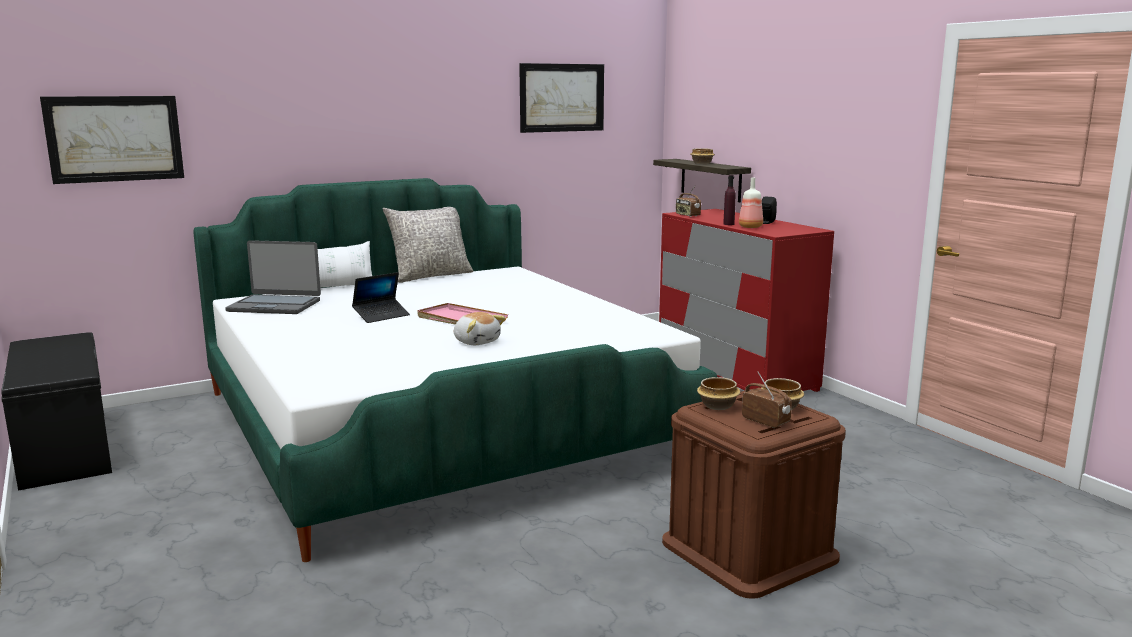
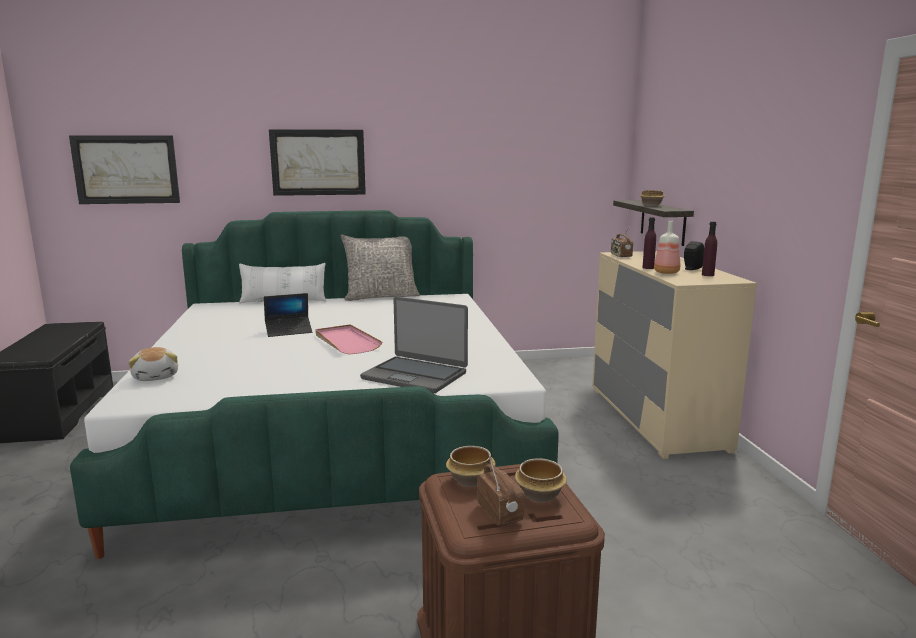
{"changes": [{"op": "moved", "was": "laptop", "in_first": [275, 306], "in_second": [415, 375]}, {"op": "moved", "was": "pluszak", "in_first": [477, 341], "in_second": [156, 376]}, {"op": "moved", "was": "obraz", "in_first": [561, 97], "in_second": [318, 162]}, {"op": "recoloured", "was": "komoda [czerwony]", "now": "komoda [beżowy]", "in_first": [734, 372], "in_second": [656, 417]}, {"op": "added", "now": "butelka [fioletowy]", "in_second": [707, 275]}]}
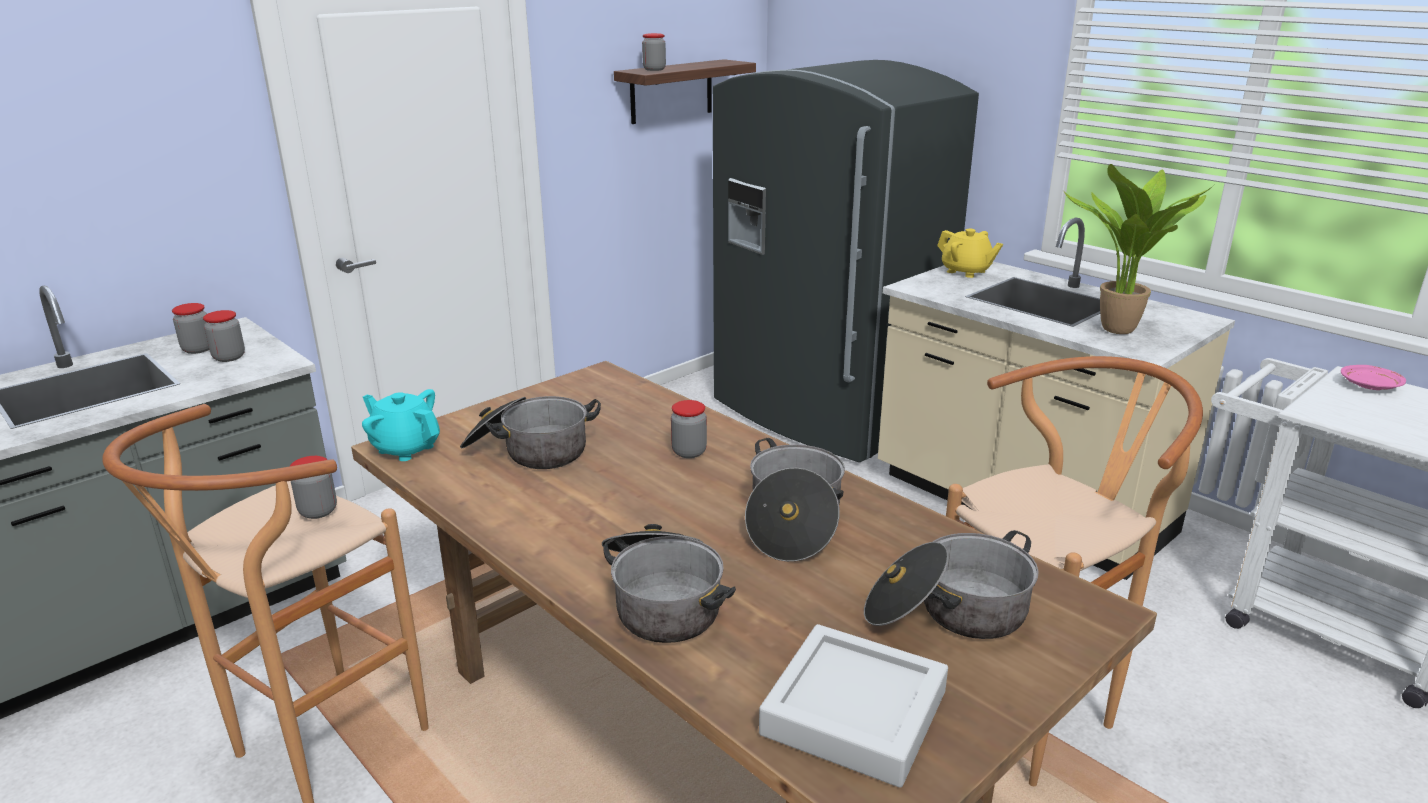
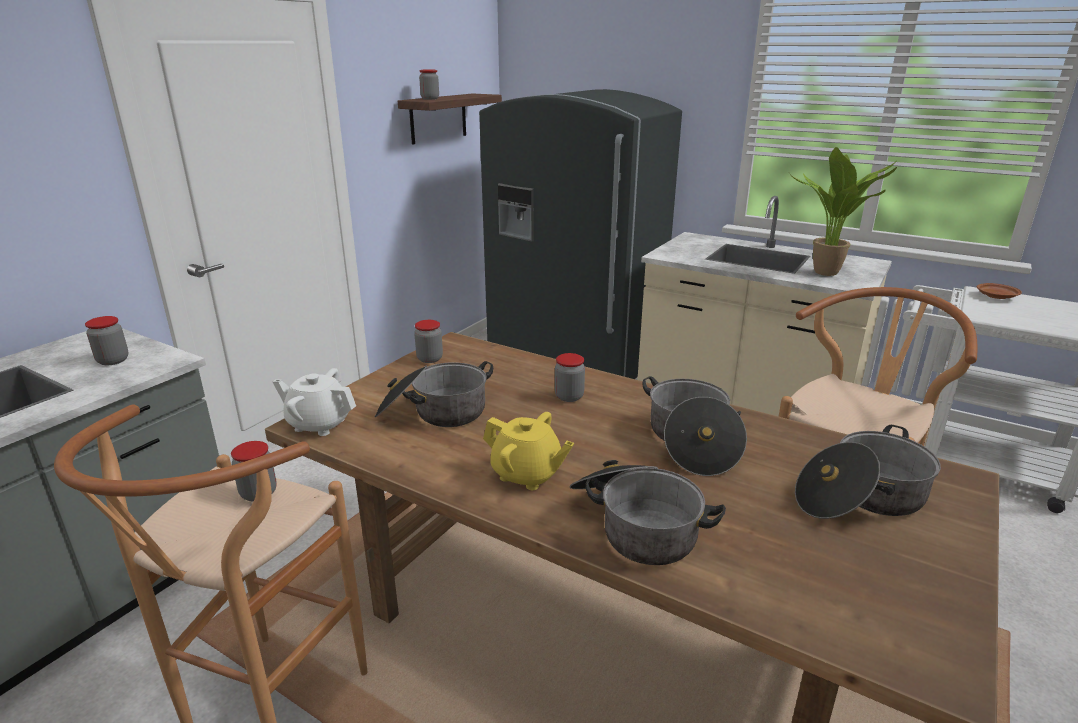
{"changes": [{"op": "moved", "was": "słoik", "in_first": [198, 349], "in_second": [429, 359]}, {"op": "recoloured", "was": "imbryk [turkusowy]", "now": "imbryk [biały]", "in_first": [406, 448], "in_second": [319, 424]}, {"op": "removed", "was": "taca [szary]", "in_first": [854, 713]}, {"op": "moved", "was": "imbryk [żółty]", "in_first": [966, 271], "in_second": [527, 474]}, {"op": "recoloured", "was": "talerz [różowy]", "now": "talerz [brązowy]", "in_first": [1370, 386], "in_second": [996, 296]}]}
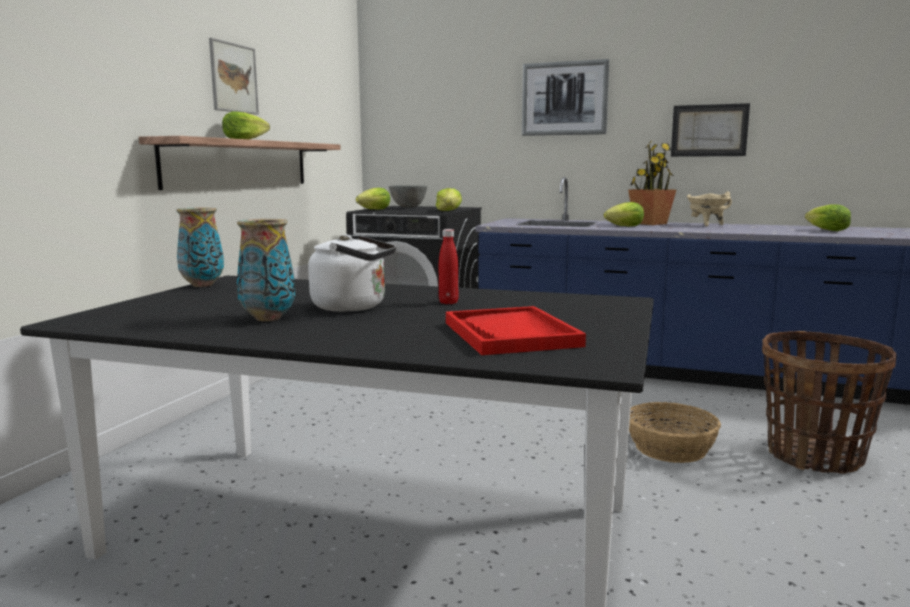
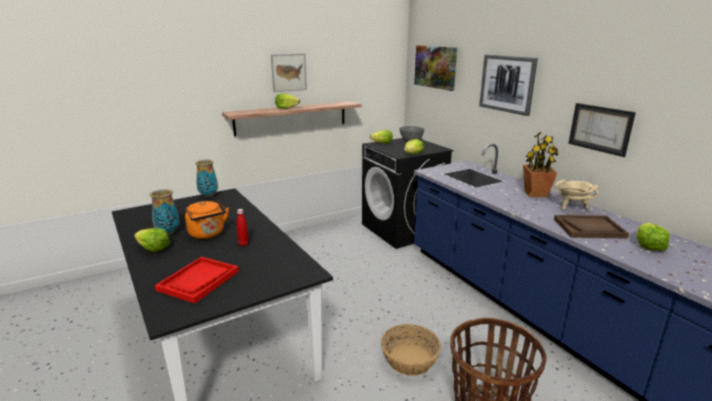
{"changes": [{"op": "recoloured", "was": "czajnik [biały]", "now": "czajnik [pomarańczowy]", "in_first": [354, 307], "in_second": [208, 234]}, {"op": "moved", "was": "sałata", "in_first": [625, 226], "in_second": [153, 249]}, {"op": "added", "now": "obraz", "in_second": [435, 67]}, {"op": "added", "now": "taca [brązowy]", "in_second": [589, 228]}]}
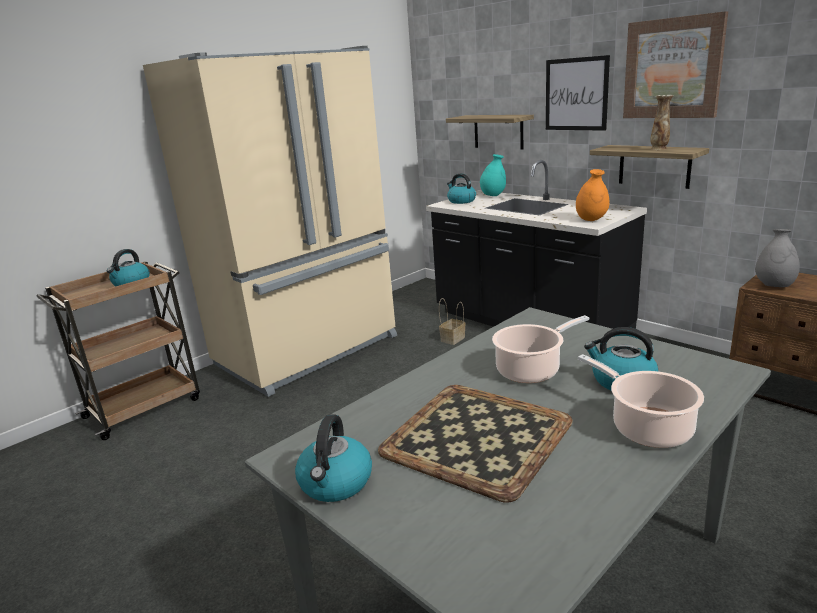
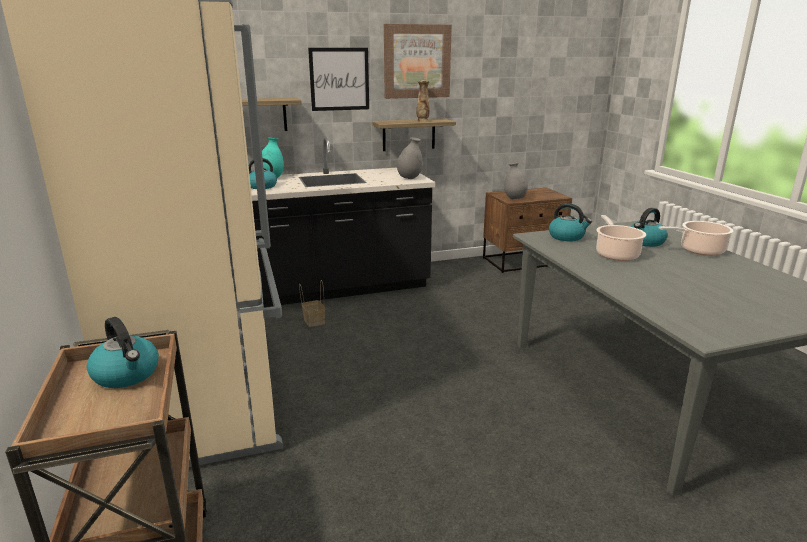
{"changes": [{"op": "moved", "was": "czajnik", "in_first": [336, 483], "in_second": [567, 237]}, {"op": "removed", "was": "taca", "in_first": [475, 438]}, {"op": "recoloured", "was": "wazon [pomarańczowy]", "now": "wazon [szary]", "in_first": [591, 219], "in_second": [409, 178]}]}
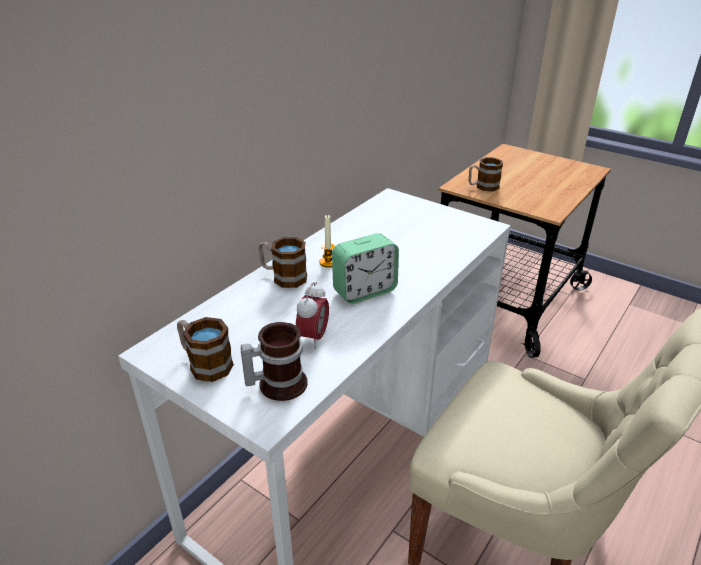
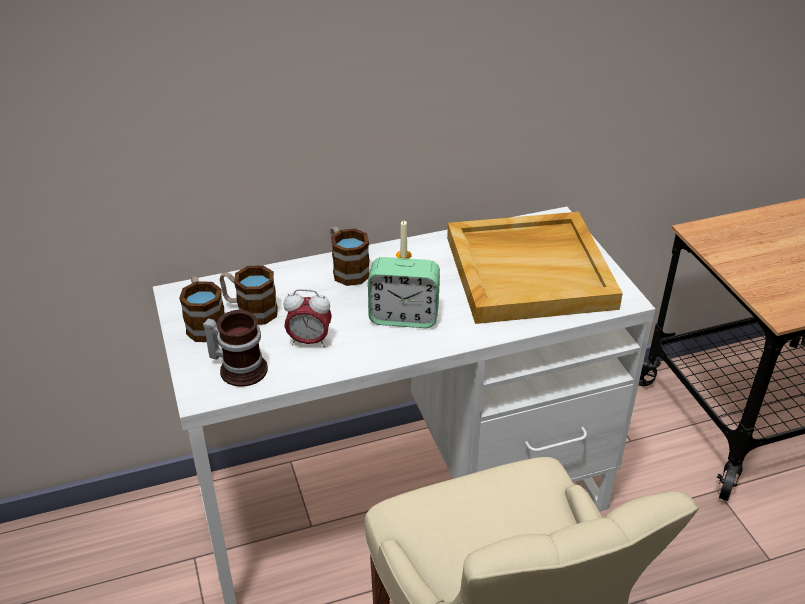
{"changes": [{"op": "turned", "was": "budzik", "in_first": [313, 337], "in_second": [309, 341], "clockwise": 45}, {"op": "moved", "was": "kubek", "in_first": [483, 187], "in_second": [250, 310]}, {"op": "added", "now": "taca [beżowy]", "in_second": [530, 271]}]}
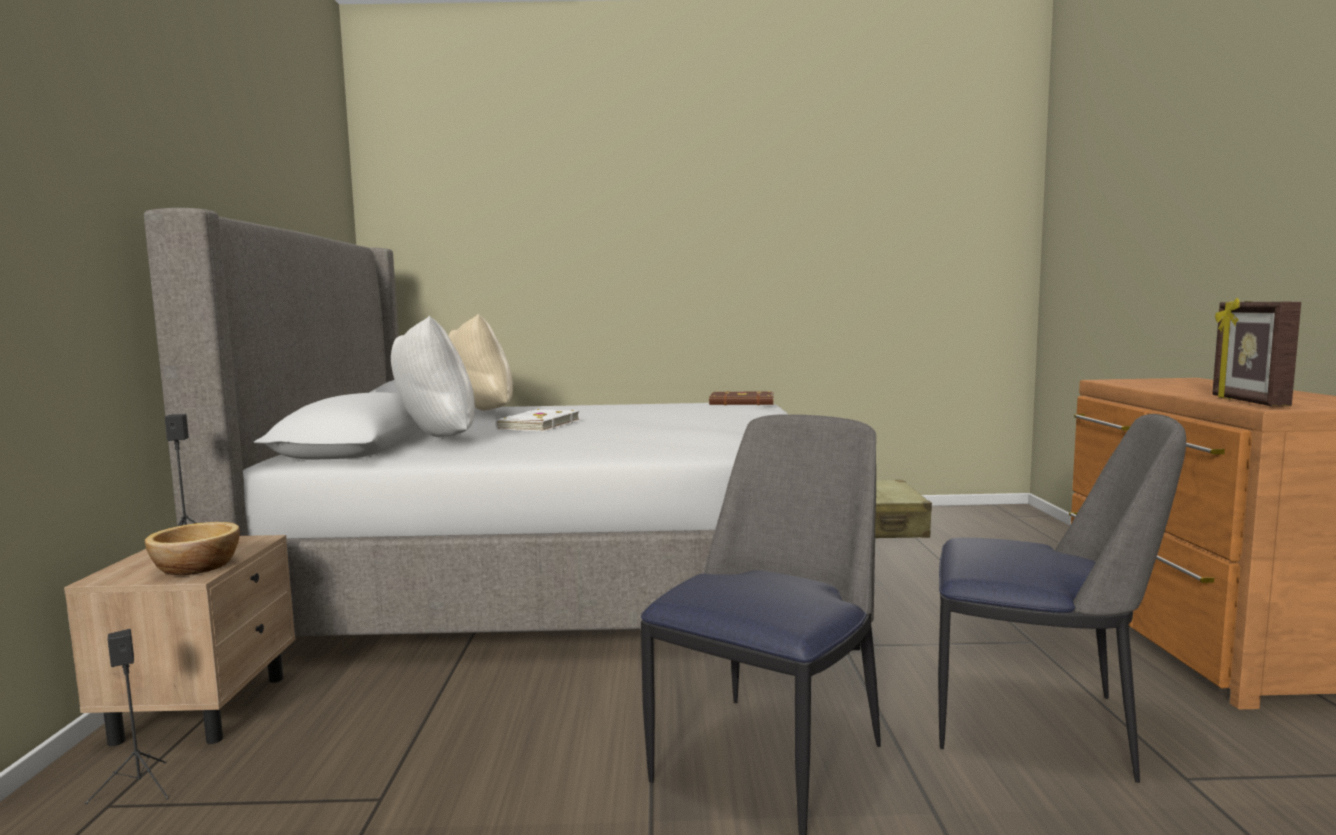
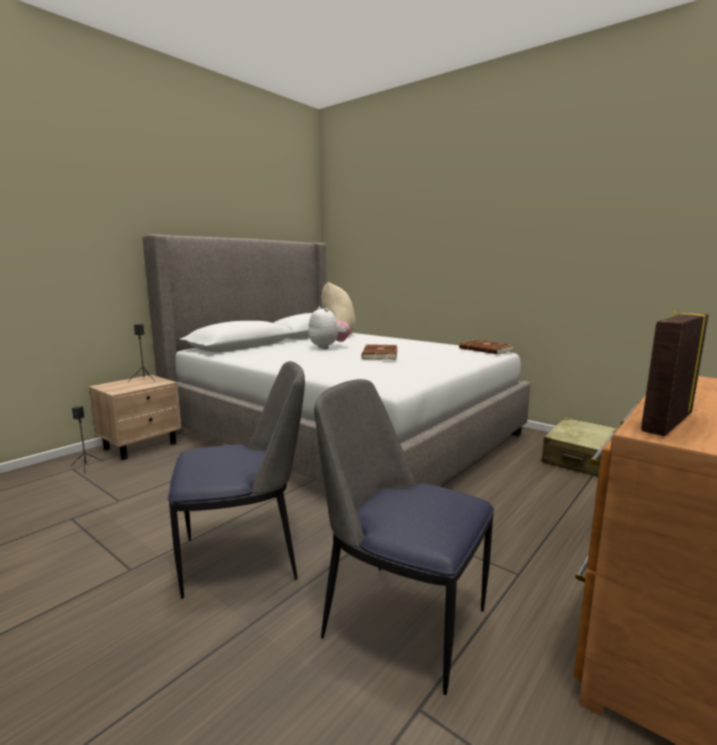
{"changes": [{"op": "removed", "was": "miska", "in_first": [198, 567]}, {"op": "removed", "was": "poduszka [biały]", "in_first": [433, 440]}, {"op": "replaced", "was": "książka [biały]", "now": "pluszak", "in_first": [537, 425], "in_second": [328, 347]}, {"op": "turned", "was": "krzesło", "in_first": [1037, 725], "in_second": [401, 620], "clockwise": 150}, {"op": "added", "now": "książka [brązowy]", "in_second": [379, 355]}]}
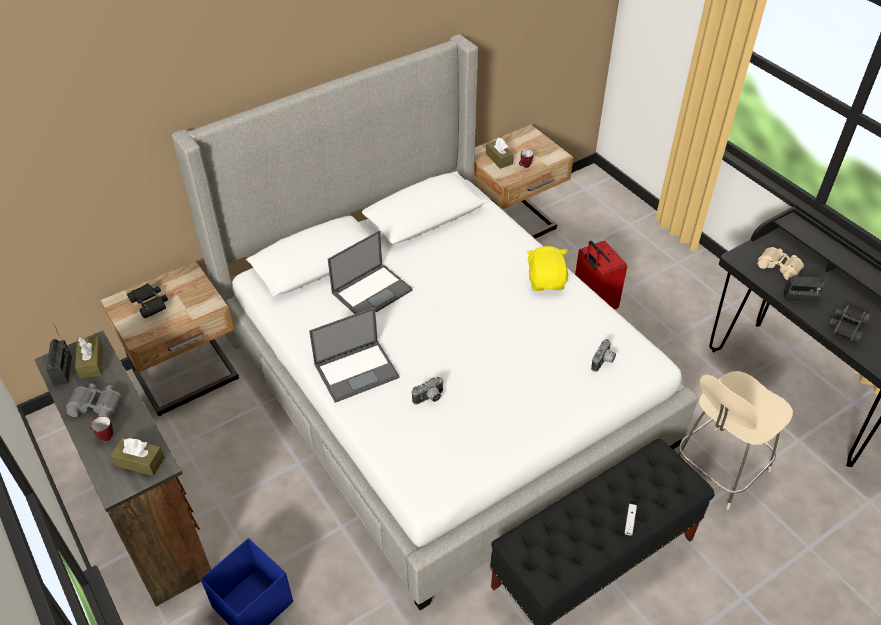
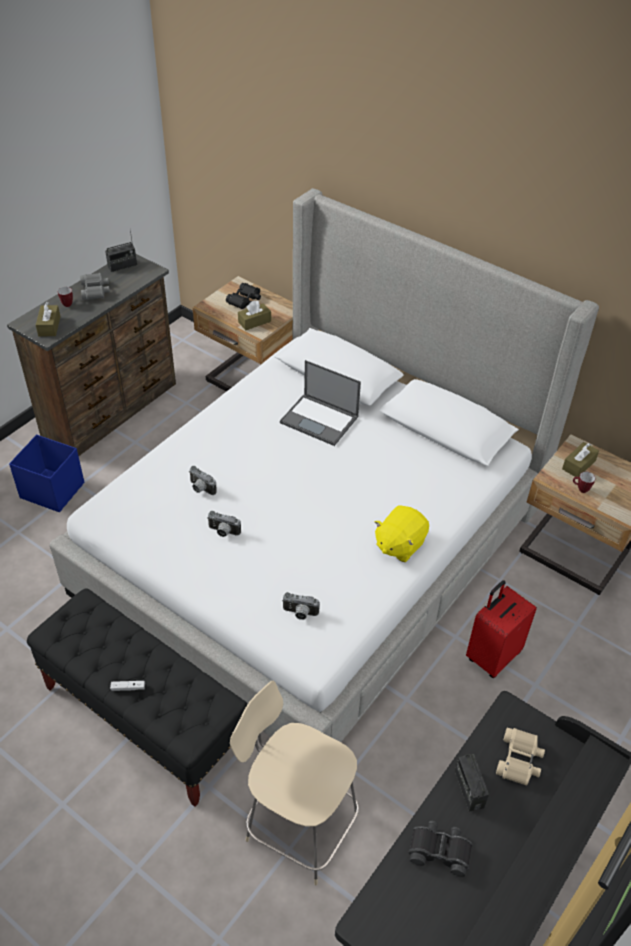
{"changes": [{"op": "moved", "was": "pudełko chusteczek [brązowy]", "in_first": [91, 362], "in_second": [254, 322]}, {"op": "removed", "was": "laptop", "in_first": [357, 370]}, {"op": "turned", "was": "pluszak [żółty]", "in_first": [546, 281], "in_second": [399, 544], "clockwise": 150}, {"op": "added", "now": "aparat fotograficzny", "in_second": [223, 532]}]}
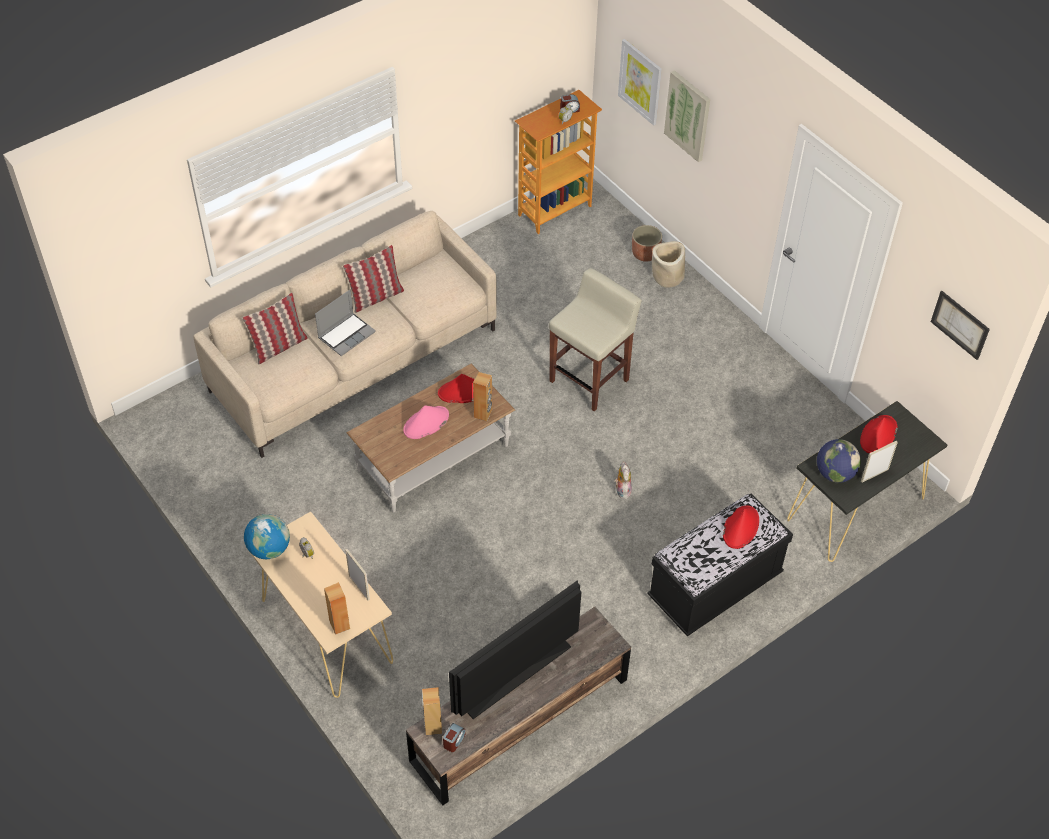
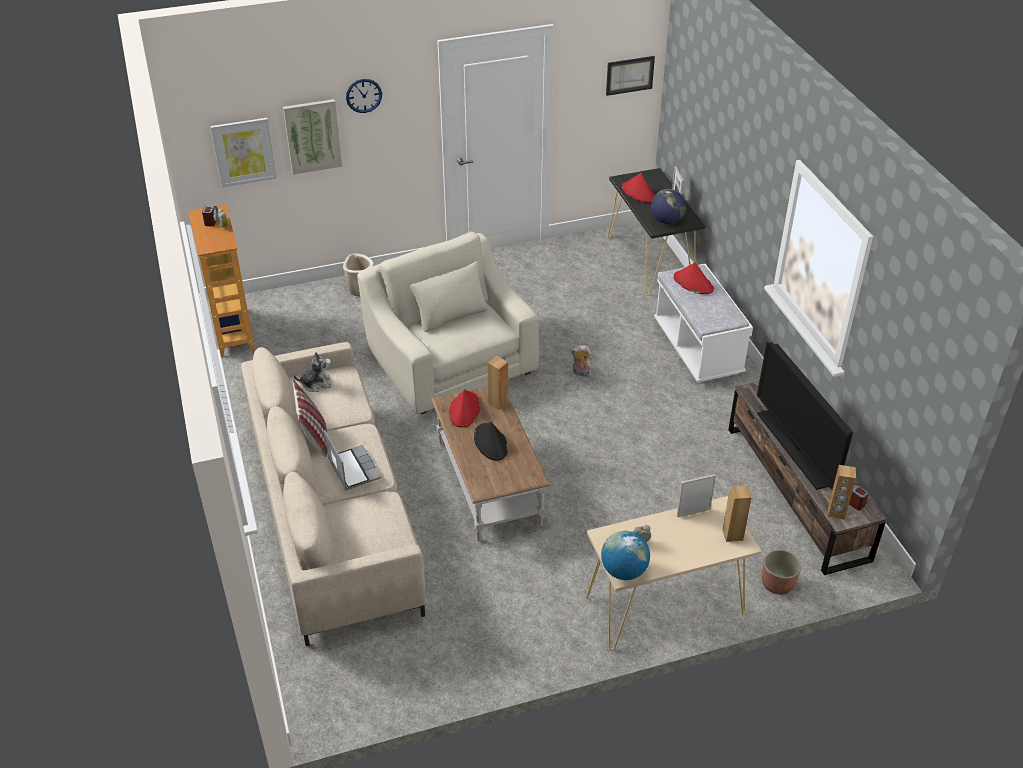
{"changes": [{"op": "removed", "was": "poduszka", "in_first": [279, 347]}, {"op": "recoloured", "was": "kapelusz [różowy]", "now": "kapelusz [czarny]", "in_first": [426, 423], "in_second": [491, 443]}, {"op": "replaced", "was": "stołek [beżowy]", "now": "fotel [beżowy]", "in_first": [590, 380], "in_second": [451, 361]}, {"op": "moved", "was": "donica", "in_first": [645, 254], "in_second": [777, 584]}, {"op": "recoloured", "was": "ławka [czarny]", "now": "ławka [biały]", "in_first": [714, 587], "in_second": [697, 349]}, {"op": "added", "now": "pluszak", "in_second": [316, 384]}, {"op": "added", "now": "zegar ścienny", "in_second": [363, 95]}]}
